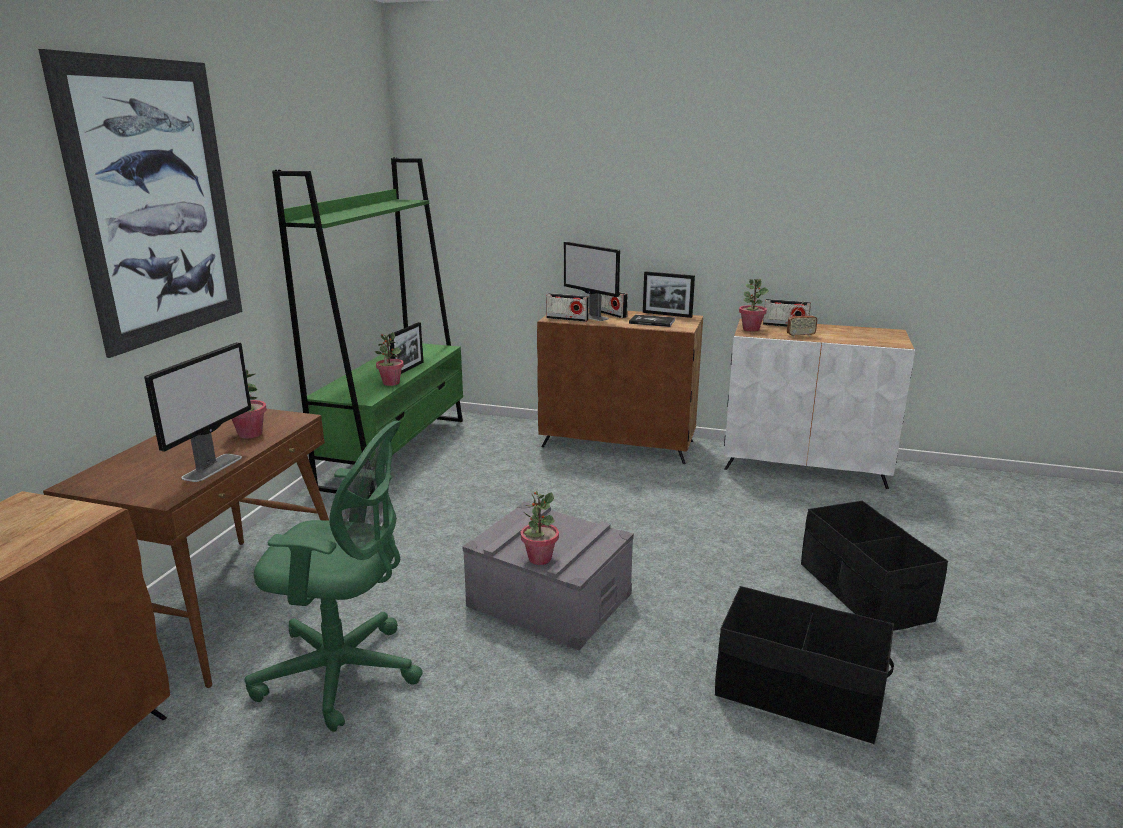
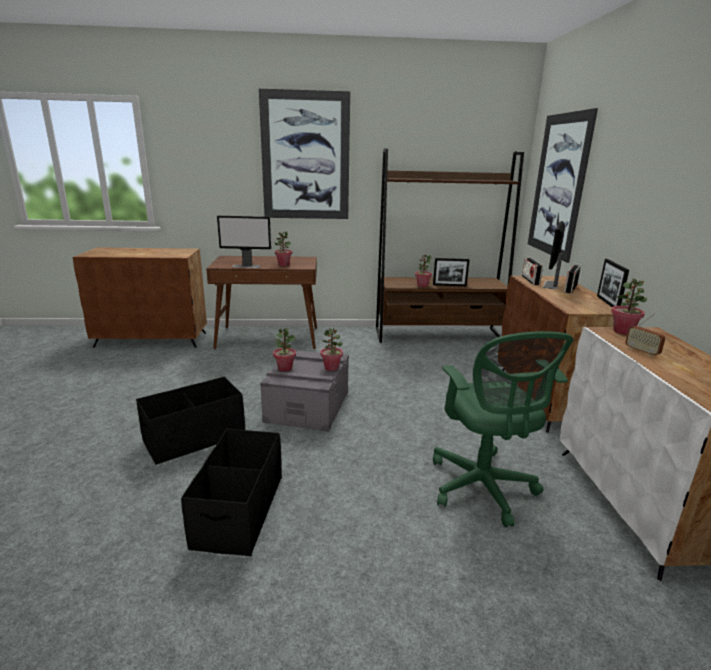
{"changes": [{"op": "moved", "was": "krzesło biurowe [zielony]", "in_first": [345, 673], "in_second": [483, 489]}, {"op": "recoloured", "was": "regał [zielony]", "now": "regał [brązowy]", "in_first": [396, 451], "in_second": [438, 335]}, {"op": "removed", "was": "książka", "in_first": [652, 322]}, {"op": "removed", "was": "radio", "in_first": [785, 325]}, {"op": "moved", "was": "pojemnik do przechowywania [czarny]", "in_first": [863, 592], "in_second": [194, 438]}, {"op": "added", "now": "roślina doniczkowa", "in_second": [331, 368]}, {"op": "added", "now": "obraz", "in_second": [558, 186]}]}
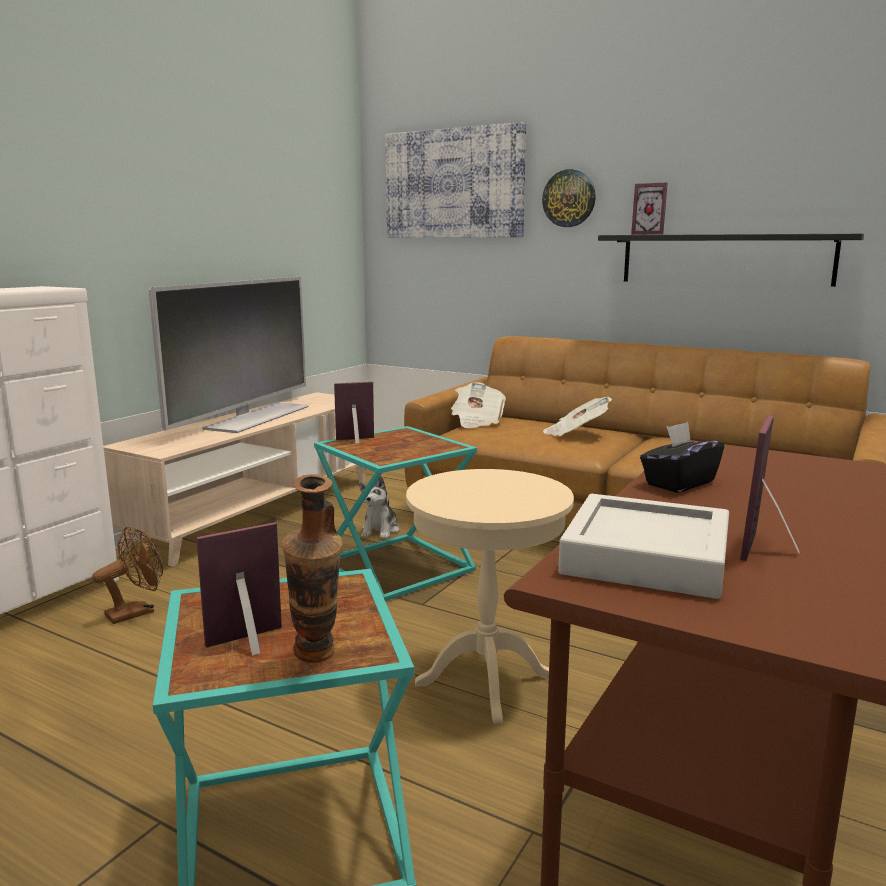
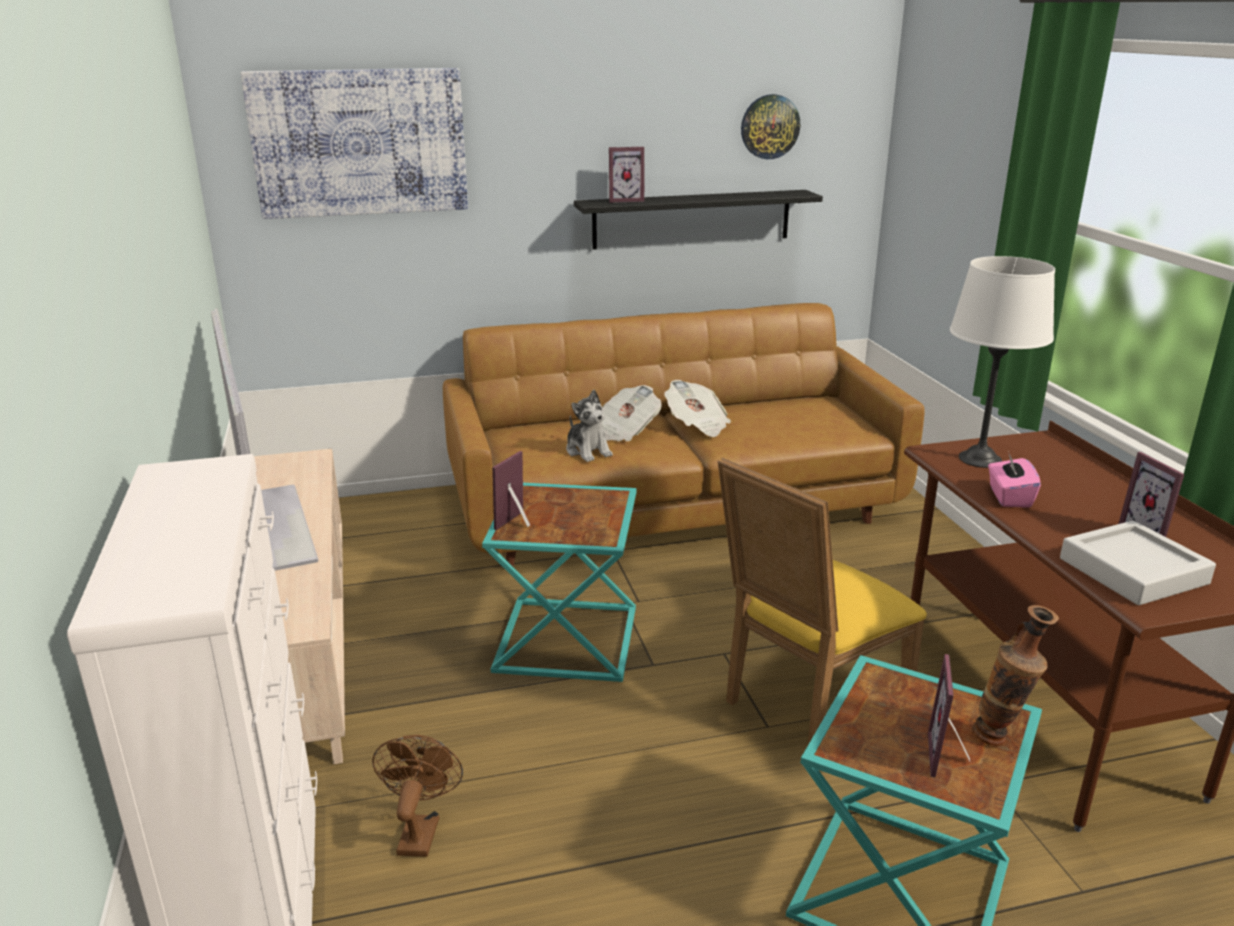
{"changes": [{"op": "moved", "was": "pluszak", "in_first": [380, 531], "in_second": [588, 451]}, {"op": "replaced", "was": "stolik [beżowy]", "now": "krzesło [żółty]", "in_first": [486, 680], "in_second": [806, 702]}, {"op": "moved", "was": "gazeta", "in_first": [476, 421], "in_second": [697, 425]}, {"op": "moved", "was": "zegar ścienny", "in_first": [569, 198], "in_second": [769, 126]}, {"op": "recoloured", "was": "pudełko chusteczek [czarny]", "now": "pudełko chusteczek [różowy]", "in_first": [679, 483], "in_second": [1009, 497]}, {"op": "added", "now": "lampa stołowa [biały]", "in_second": [979, 459]}]}
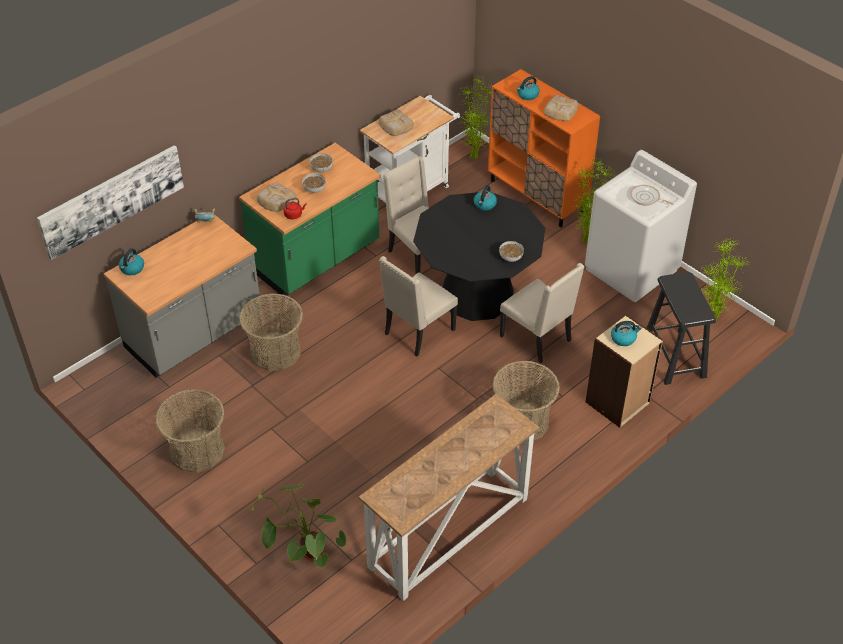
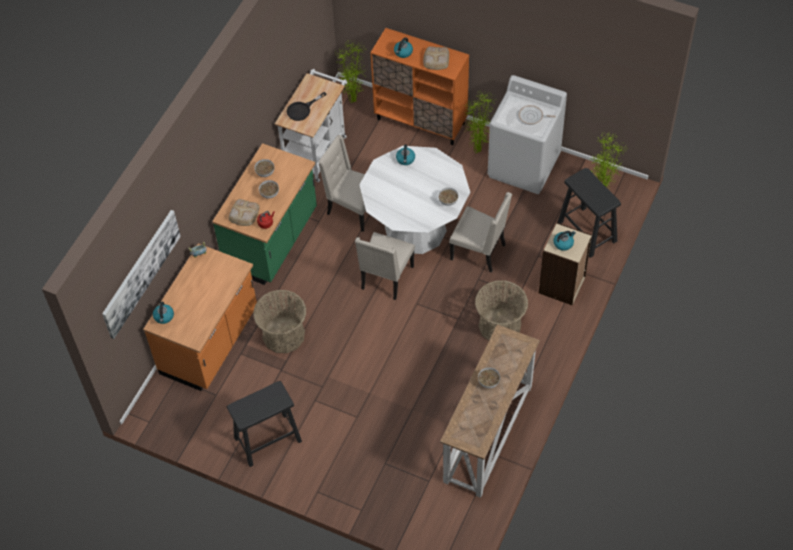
{"changes": [{"op": "recoloured", "was": "zabudowa kuchenna [szary]", "now": "zabudowa kuchenna [pomarańczowy]", "in_first": [194, 334], "in_second": [210, 342]}, {"op": "replaced", "was": "koszyk", "now": "stołek [czarny]", "in_first": [197, 450], "in_second": [268, 439]}, {"op": "removed", "was": "roślina doniczkowa", "in_first": [302, 553]}, {"op": "replaced", "was": "chleb", "now": "patelnia [czarny]", "in_first": [396, 126], "in_second": [302, 110]}, {"op": "recoloured", "was": "stół jadalny [czarny]", "now": "stół jadalny [biały]", "in_first": [477, 294], "in_second": [415, 229]}, {"op": "added", "now": "miska", "in_second": [488, 382]}]}
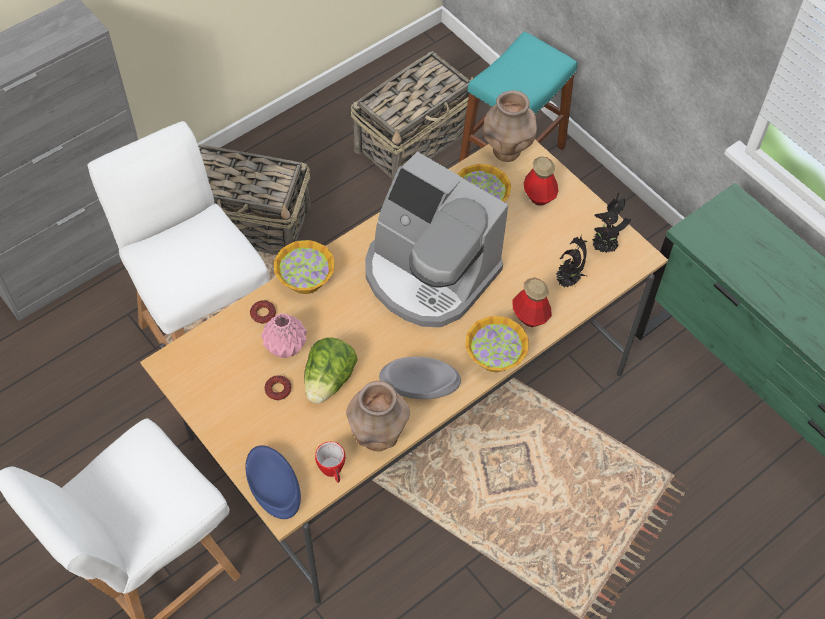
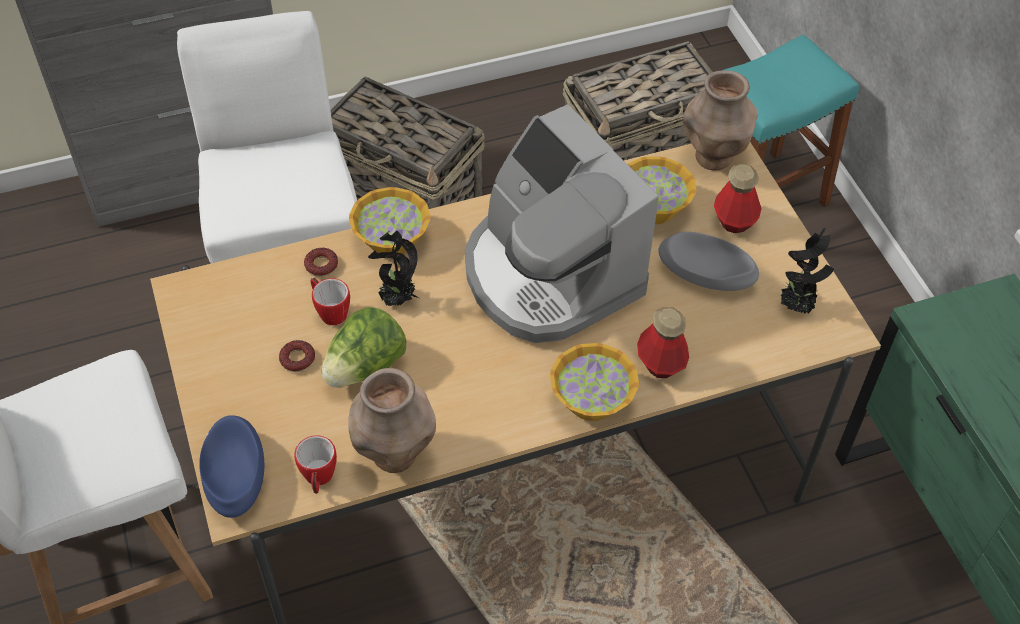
{"changes": [{"op": "replaced", "was": "wazon [różowy]", "now": "kubek", "in_first": [285, 347], "in_second": [330, 311]}, {"op": "moved", "was": "miska [szary]", "in_first": [420, 385], "in_second": [706, 274]}, {"op": "moved", "was": "roślina doniczkowa", "in_first": [567, 282], "in_second": [397, 300]}]}
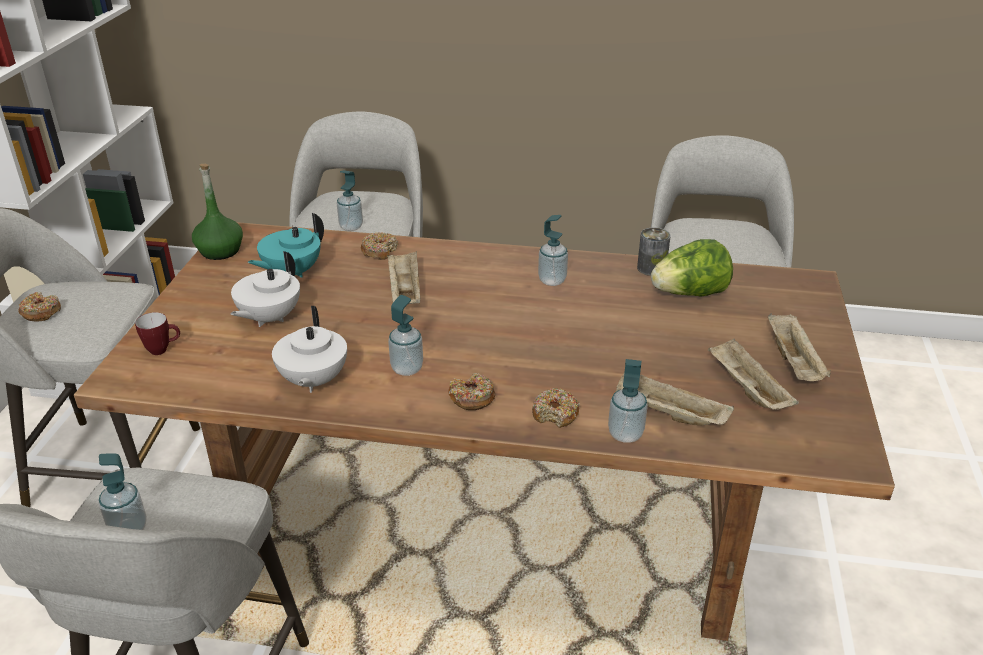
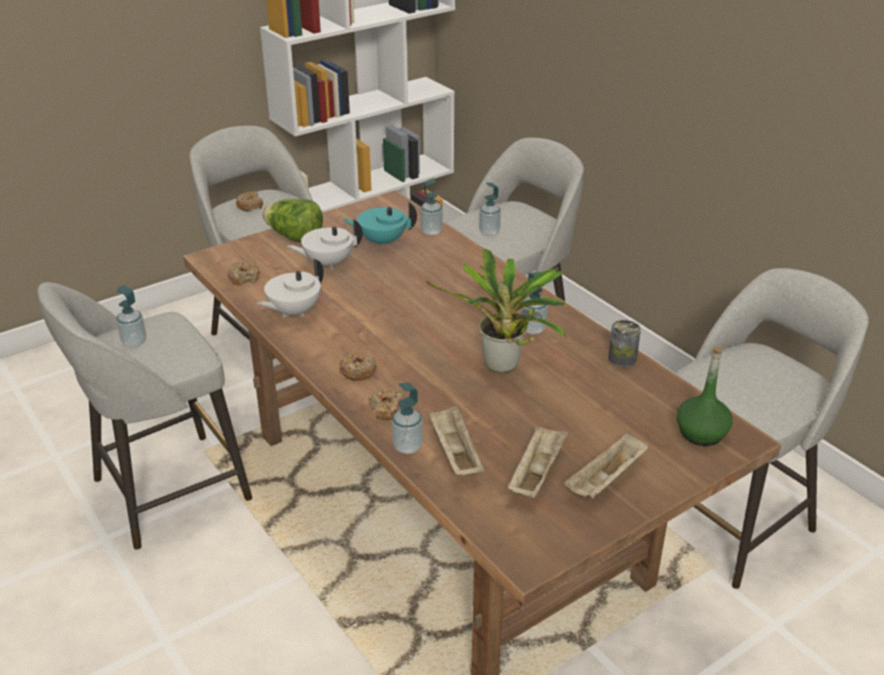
{"changes": [{"op": "removed", "was": "kubek", "in_first": [163, 349]}, {"op": "moved", "was": "butelka [zielony]", "in_first": [220, 251], "in_second": [701, 433]}, {"op": "moved", "was": "donut", "in_first": [379, 251], "in_second": [244, 277]}, {"op": "removed", "was": "taca [beżowy]", "in_first": [404, 291]}, {"op": "moved", "was": "dozownik mydła", "in_first": [407, 368], "in_second": [431, 231]}, {"op": "moved", "was": "sałata", "in_first": [689, 294], "in_second": [295, 237]}, {"op": "added", "now": "roślina doniczkowa", "in_second": [503, 368]}]}
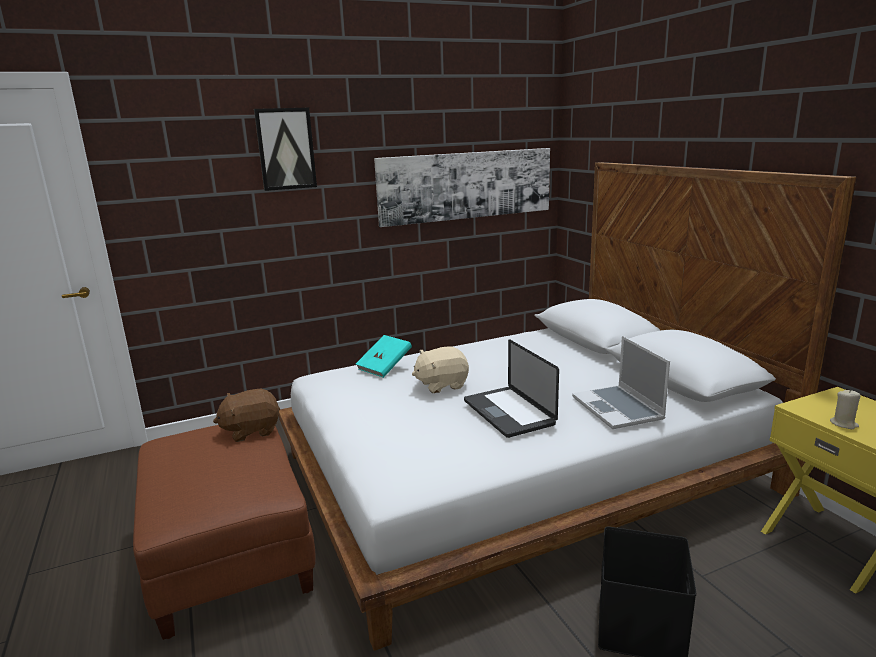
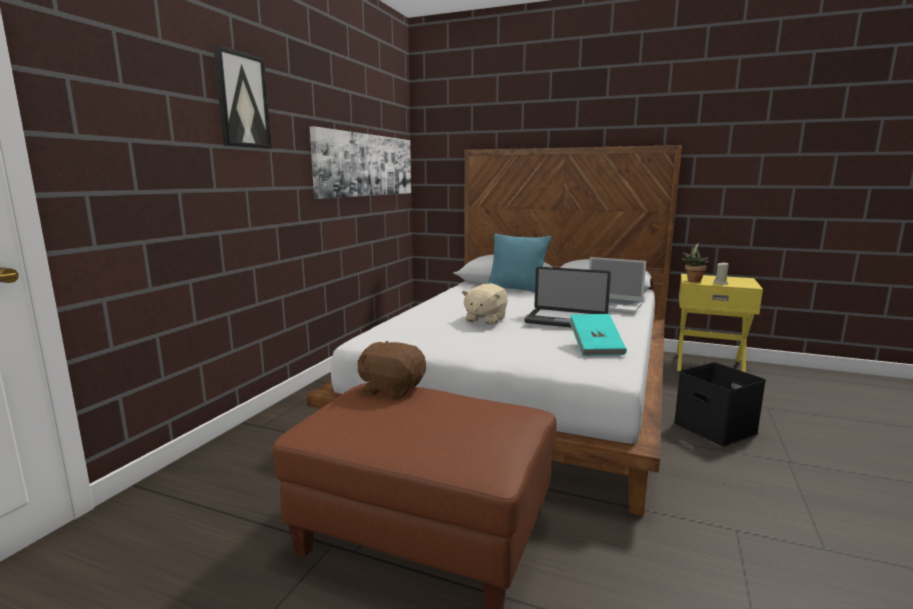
{"changes": [{"op": "turned", "was": "pluszak [brązowy]", "in_first": [251, 431], "in_second": [392, 389], "clockwise": 90}, {"op": "moved", "was": "książka [turkusowy]", "in_first": [385, 367], "in_second": [596, 348]}, {"op": "added", "now": "poduszka [turkusowy]", "in_second": [516, 290]}, {"op": "added", "now": "roślina doniczkowa", "in_second": [693, 280]}]}
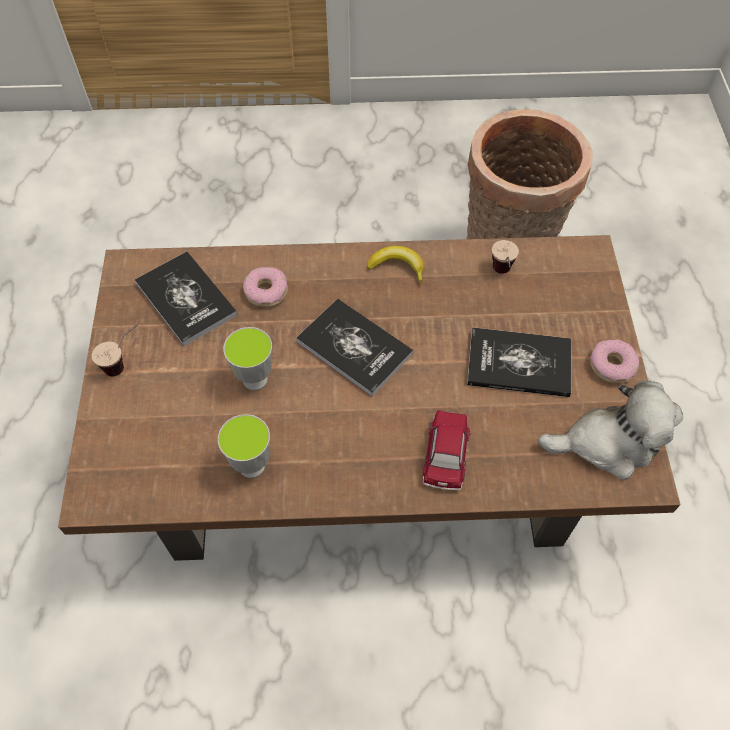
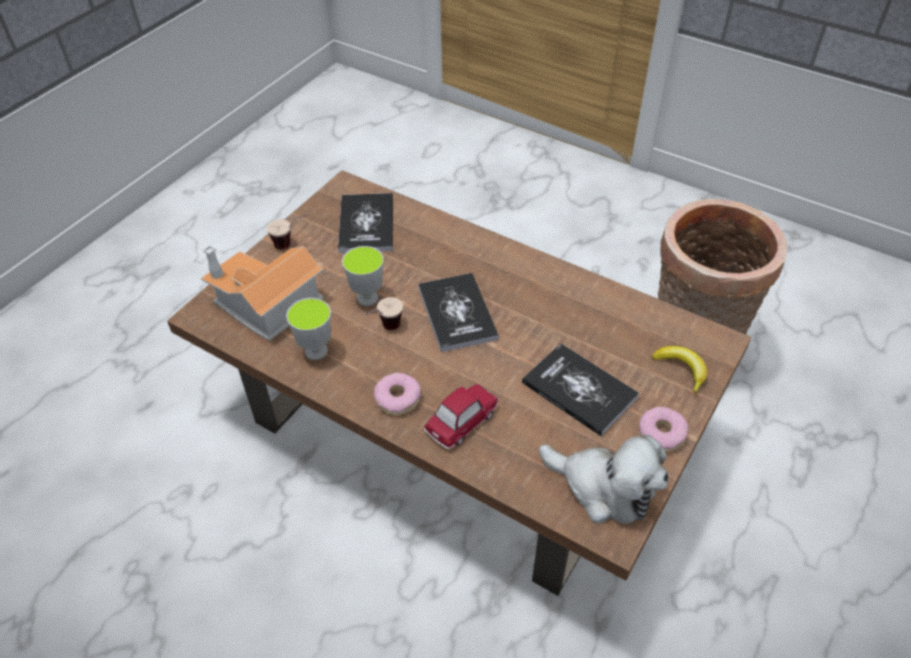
{"changes": [{"op": "moved", "was": "donut", "in_first": [266, 291], "in_second": [398, 398]}, {"op": "moved", "was": "banan", "in_first": [397, 267], "in_second": [681, 370]}, {"op": "moved", "was": "filiżanka", "in_first": [501, 275], "in_second": [384, 330]}, {"op": "added", "now": "domek", "in_second": [265, 305]}]}
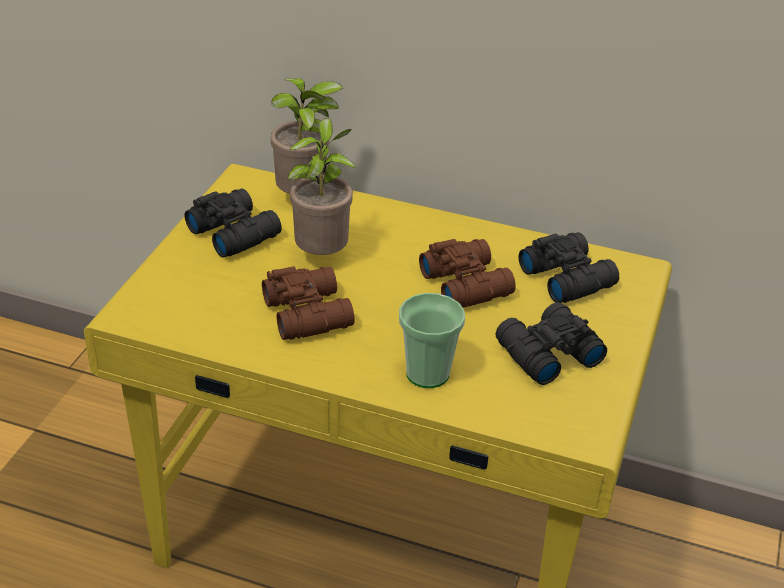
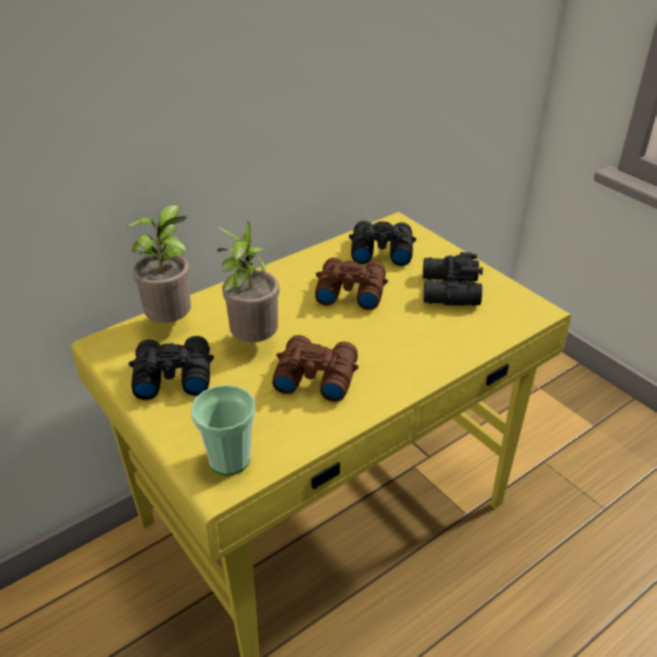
{"changes": [{"op": "moved", "was": "filiżanka", "in_first": [427, 373], "in_second": [229, 459]}]}
